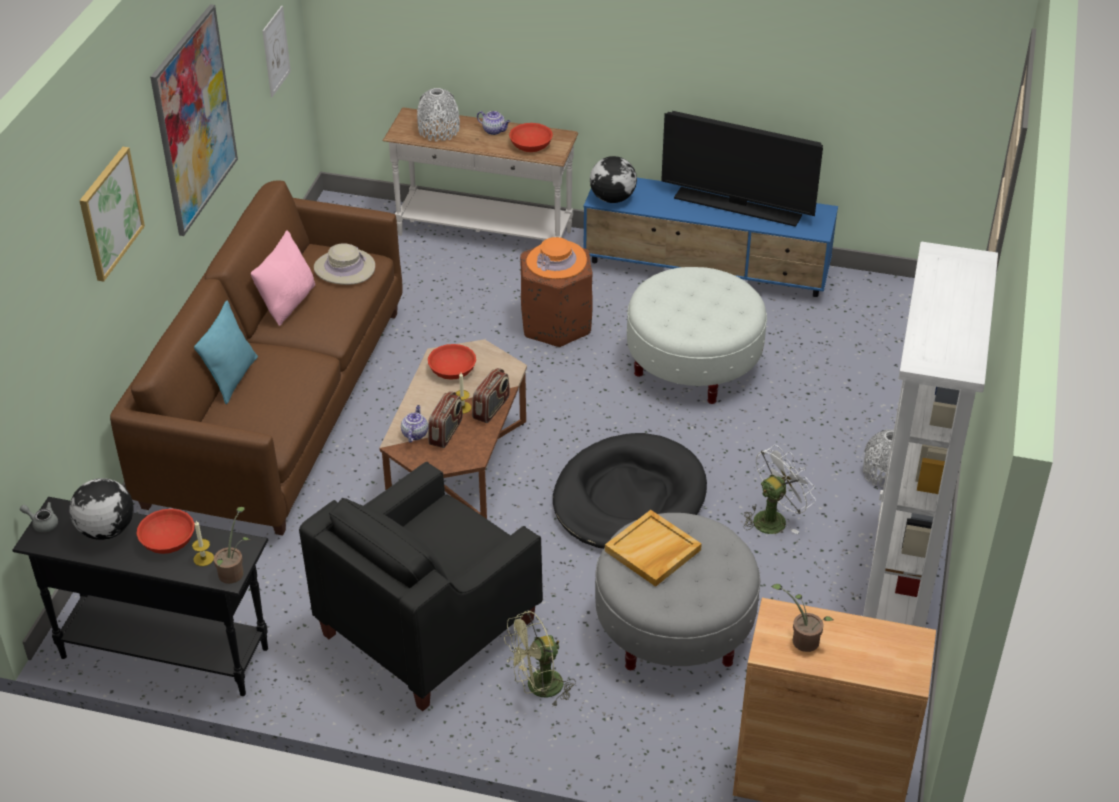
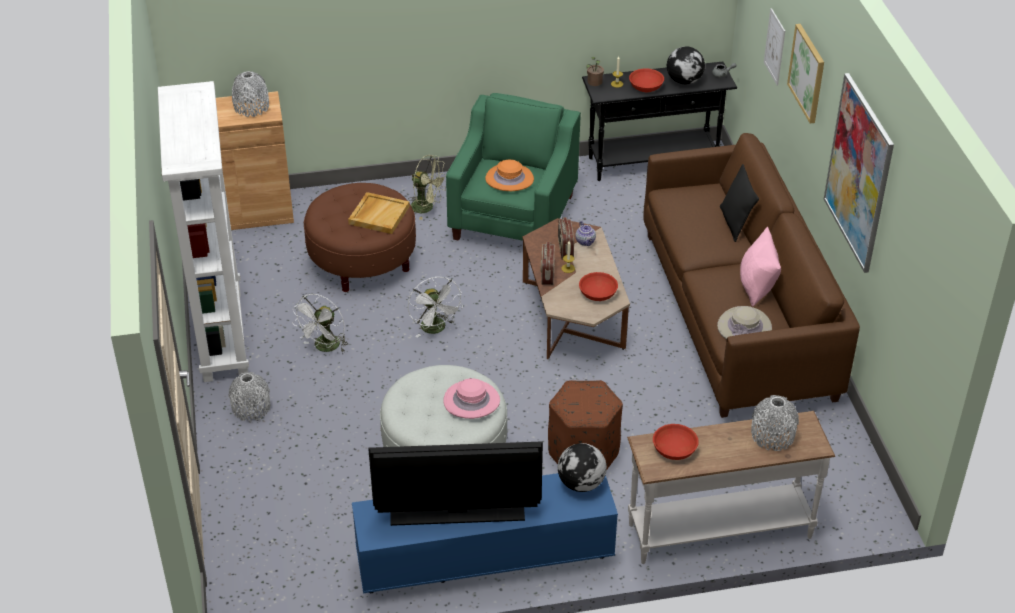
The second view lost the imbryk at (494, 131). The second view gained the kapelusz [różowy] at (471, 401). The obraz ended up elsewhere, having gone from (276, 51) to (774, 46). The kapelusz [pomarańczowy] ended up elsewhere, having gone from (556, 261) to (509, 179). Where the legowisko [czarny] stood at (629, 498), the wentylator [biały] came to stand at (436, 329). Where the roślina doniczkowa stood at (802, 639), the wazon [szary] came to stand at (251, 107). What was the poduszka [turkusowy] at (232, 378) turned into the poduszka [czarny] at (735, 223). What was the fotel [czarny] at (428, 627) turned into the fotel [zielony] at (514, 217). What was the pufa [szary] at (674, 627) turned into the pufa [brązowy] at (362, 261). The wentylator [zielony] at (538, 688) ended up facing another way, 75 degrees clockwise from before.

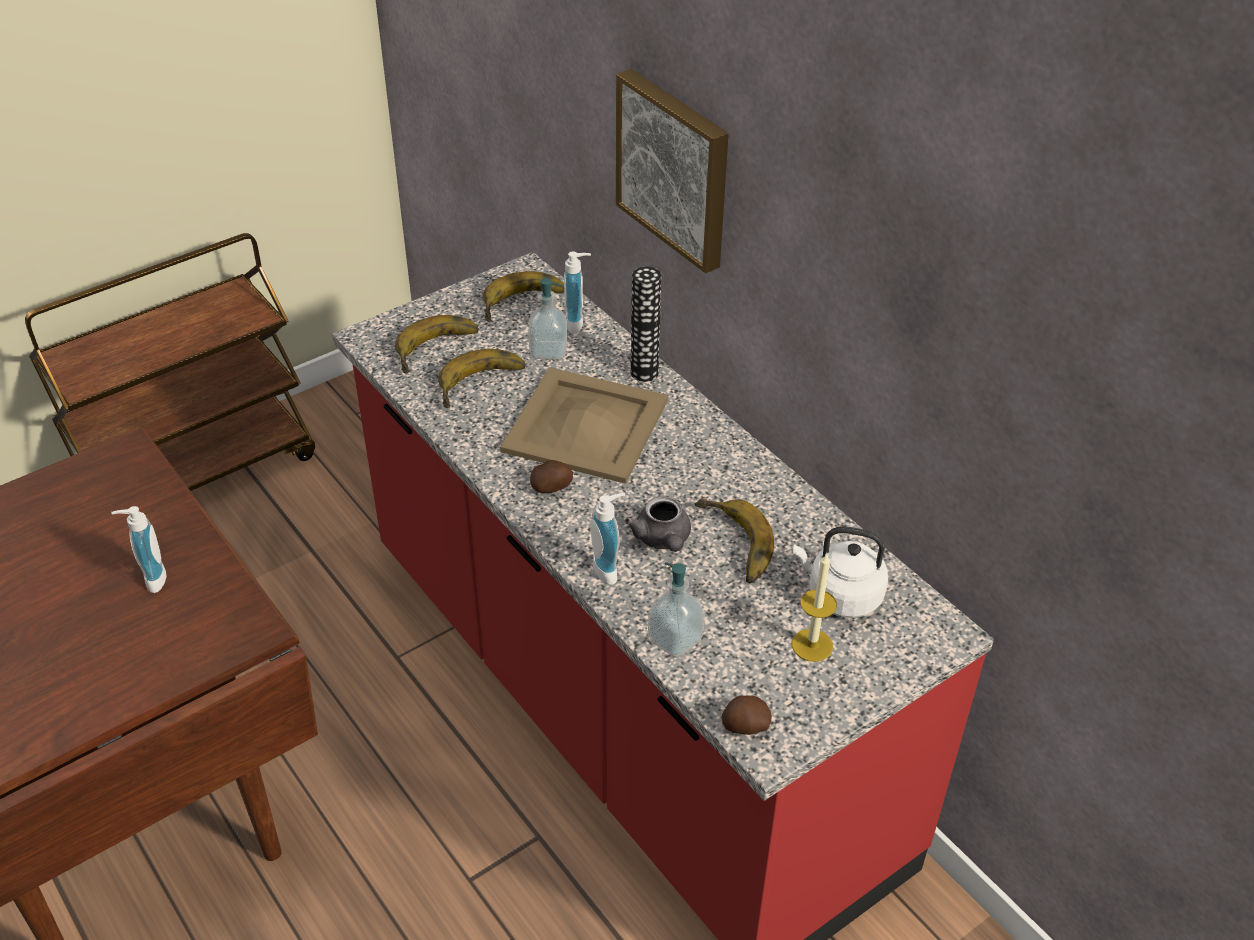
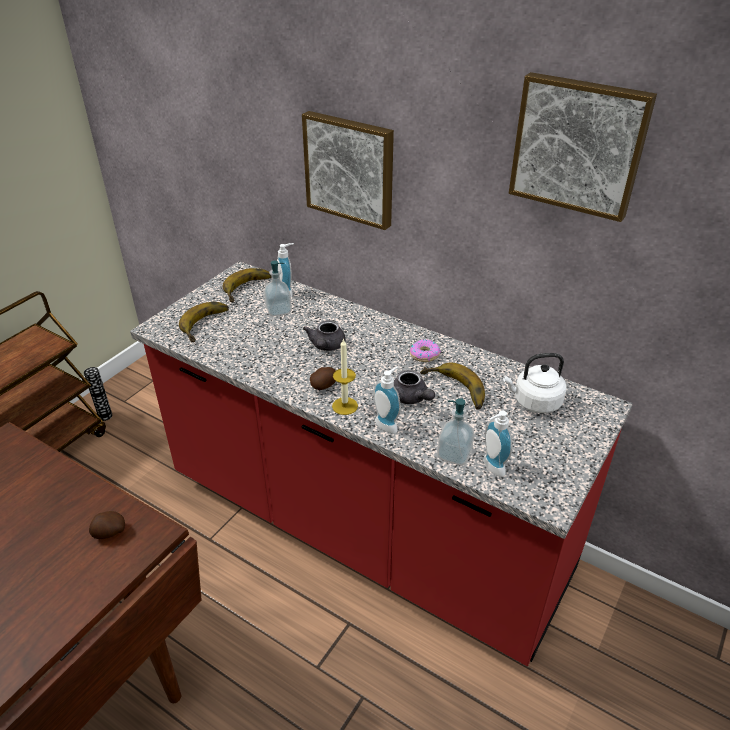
The second view lost the banan at (483, 385). The second view gained the donut at (424, 354). The second view gained the obraz at (578, 145). The dozownik mydła ended up elsewhere, having gone from (151, 579) to (491, 468). The wazon ended up elsewhere, having gone from (644, 372) to (105, 416). The ziemniak ended up elsewhere, having gone from (745, 726) to (109, 533). The świeca ended up elsewhere, having gone from (812, 645) to (345, 406). Where the taca [beżowy] stood at (586, 426), the imbryk [szary] came to stand at (326, 346).

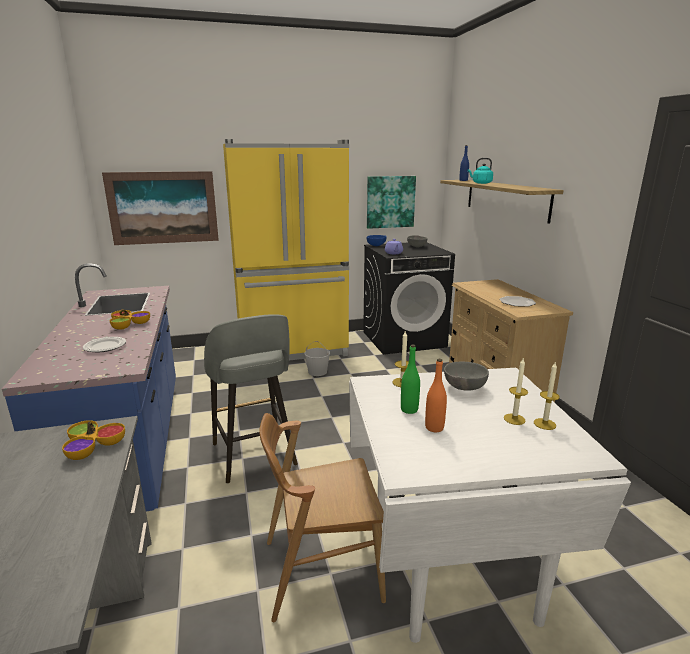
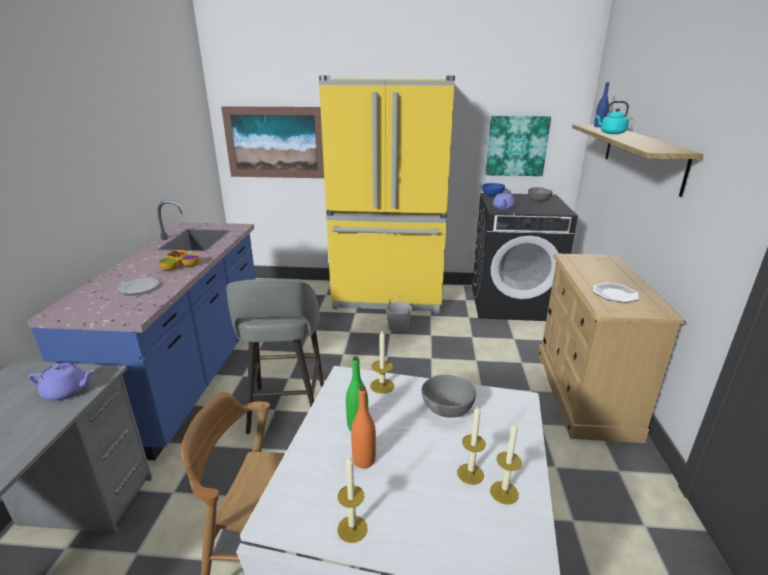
The second view gained the świeca at (352, 529). Where the miska stood at (93, 445), the imbryk [fioletowy] came to stand at (67, 391).

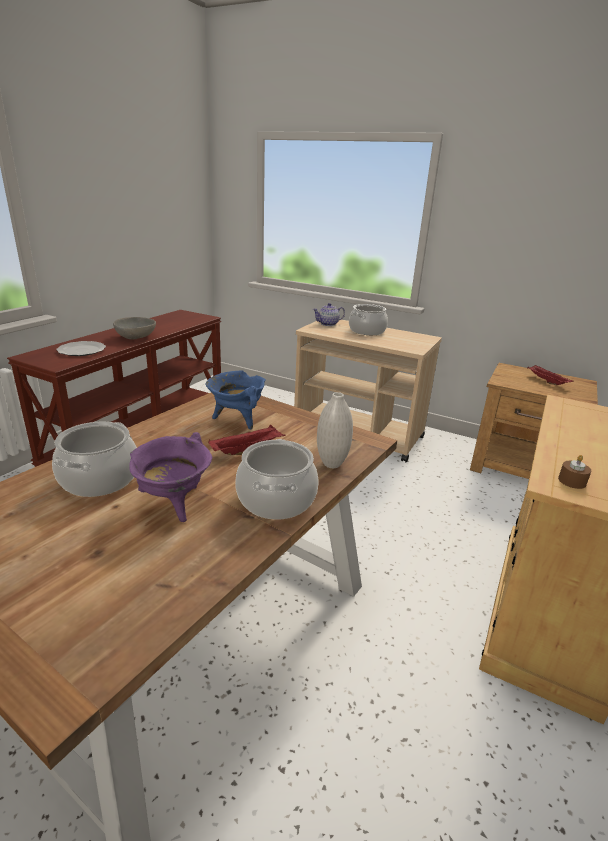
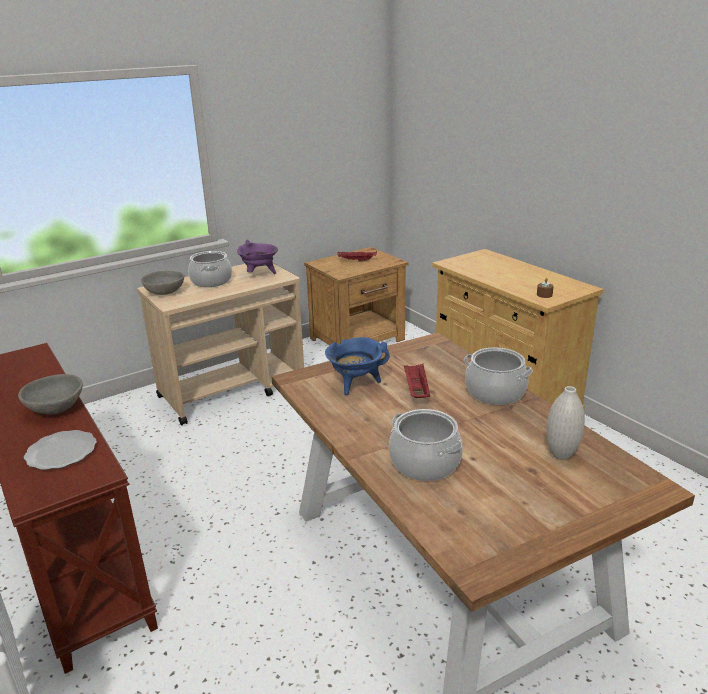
The garnek [fioletowy] ended up elsewhere, having gone from (174, 504) to (259, 274). The wazon [biały] ended up elsewhere, having gone from (332, 464) to (561, 455). Where the imbryk stood at (328, 324), the miska [szary] came to stand at (165, 292).

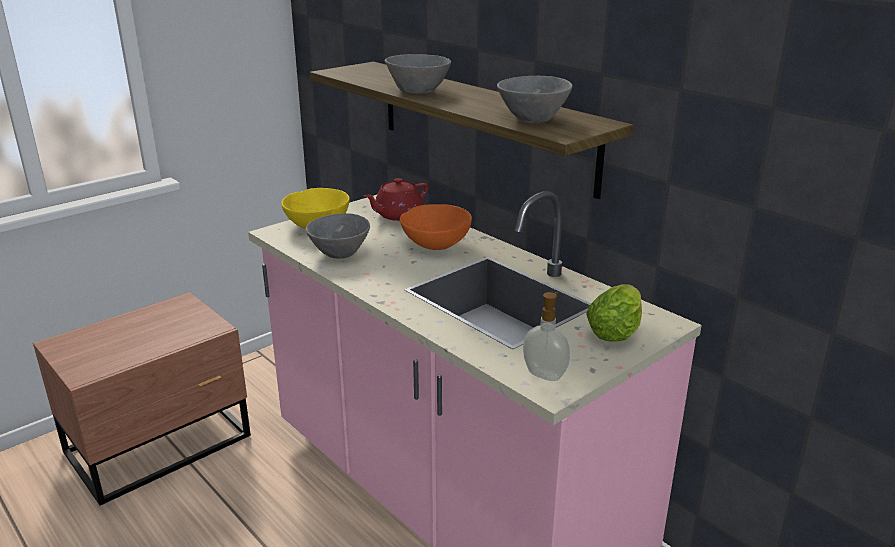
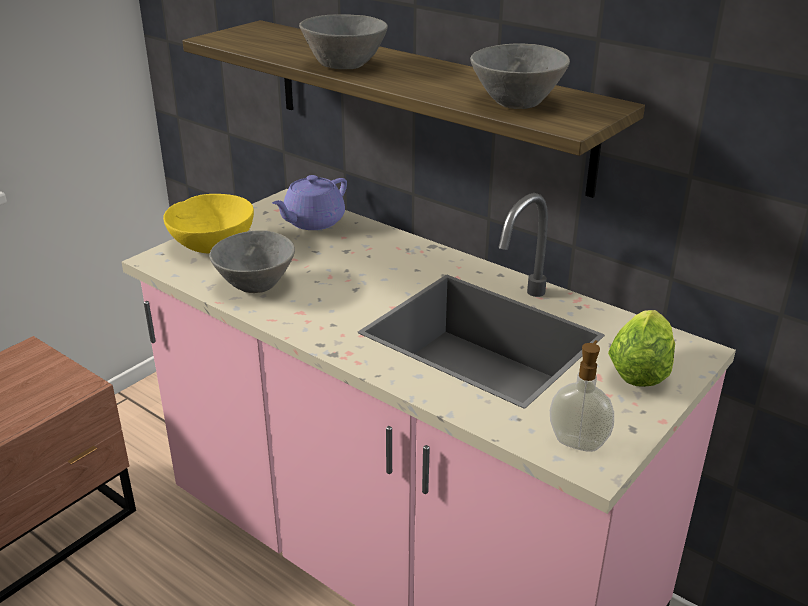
The second view lost the miska [pomarańczowy] at (435, 244). What was the imbryk [czerwony] at (397, 215) turned into the imbryk [fioletowy] at (312, 222).

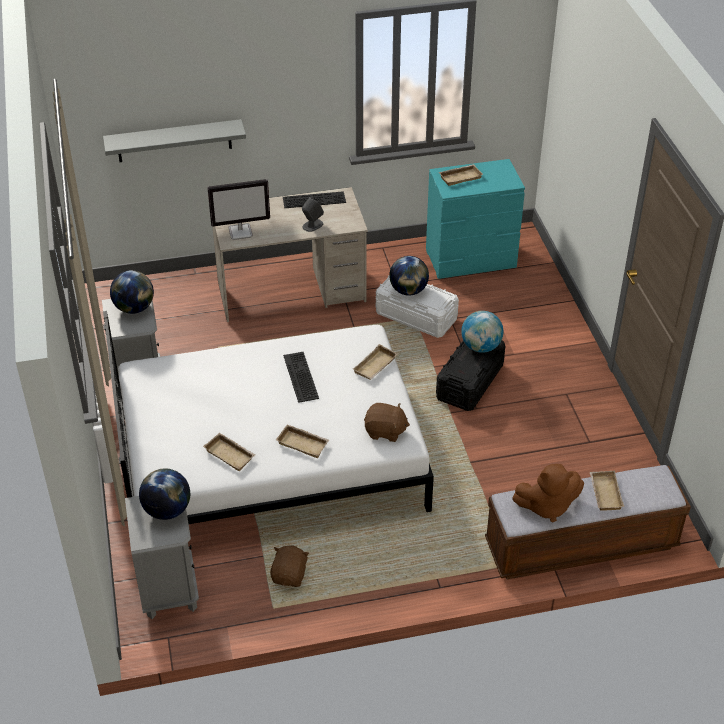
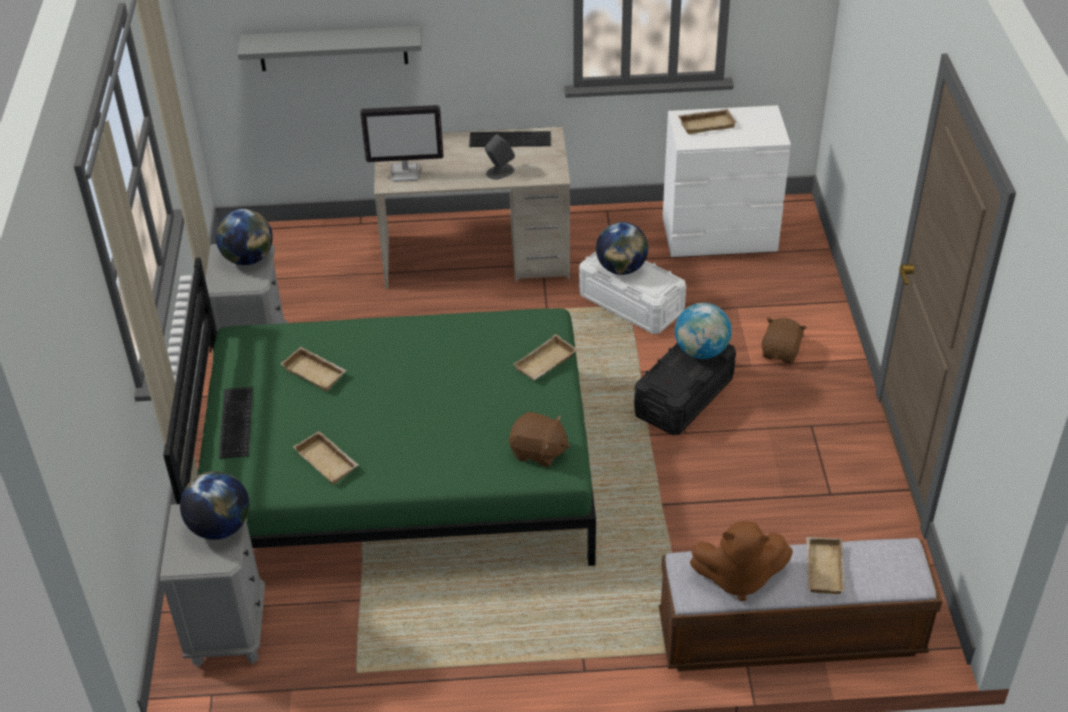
The pluszak [brązowy] ended up elsewhere, having gone from (289, 575) to (781, 352). The taca [beżowy] ended up elsewhere, having gone from (304, 443) to (316, 372). The klawiatura ended up elsewhere, having gone from (299, 376) to (234, 421). What was the łóżko [biały] at (270, 460) turned into the łóżko [zielony] at (398, 473). What was the komoda [turkusowy] at (471, 259) turned into the komoda [biały] at (720, 236).

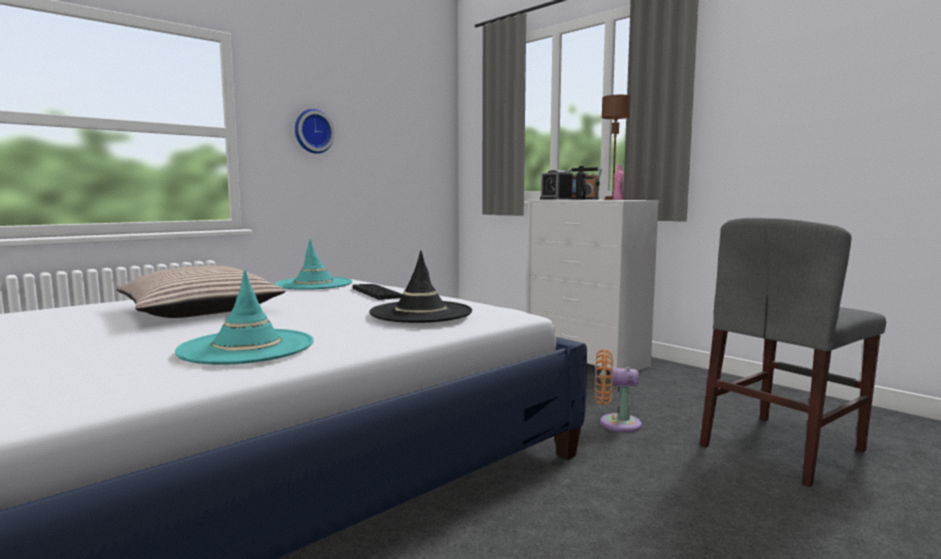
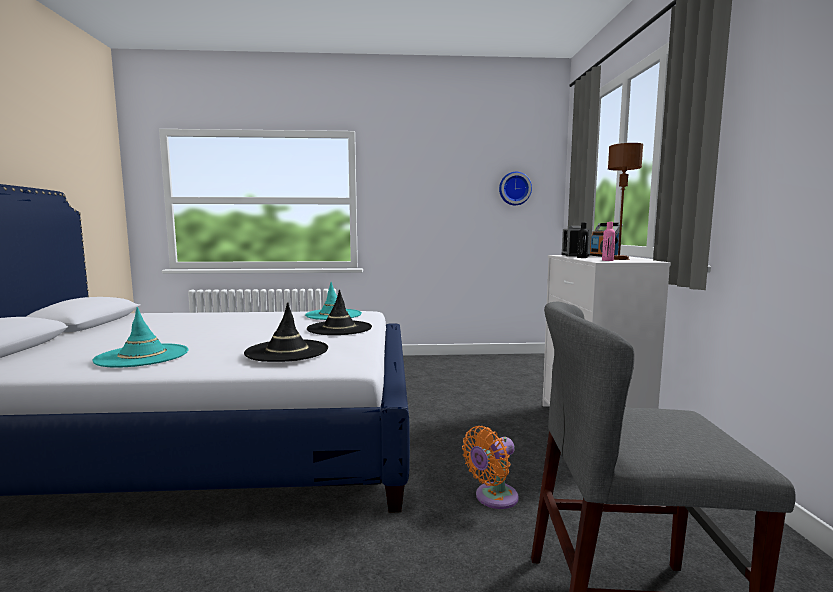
The second view lost the poduszka at (200, 310). The zegar ścienny ended up elsewhere, having gone from (313, 131) to (514, 188). Where the klawiatura stood at (378, 292), the kapelusz [czarny] came to stand at (339, 328). The wentylator [pomarańczowy] at (615, 423) ended up facing another way, 90 degrees counterclockwise from before.

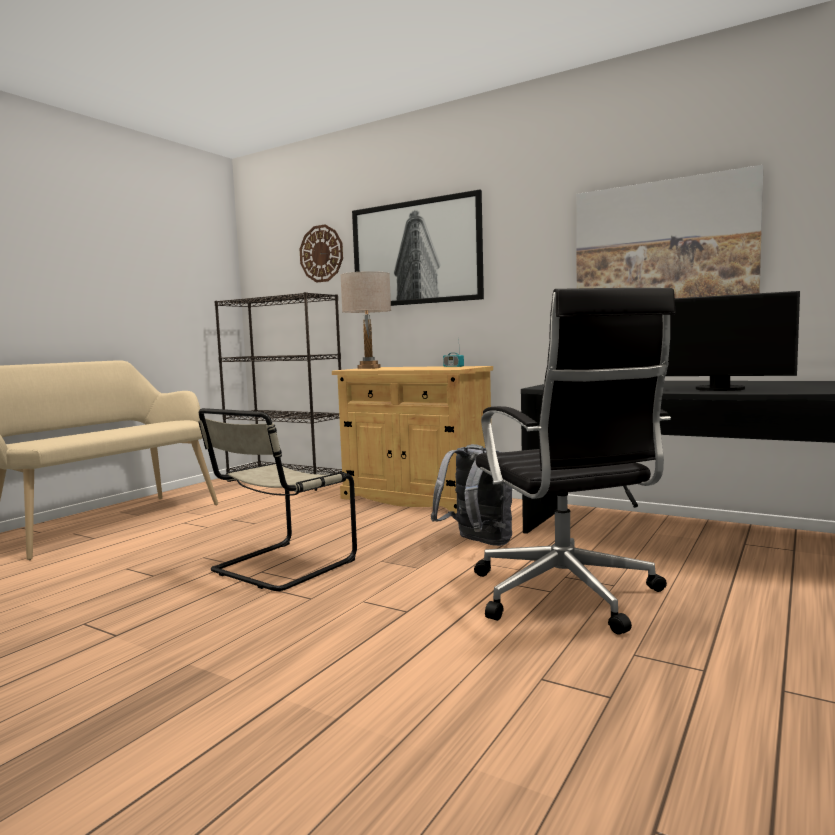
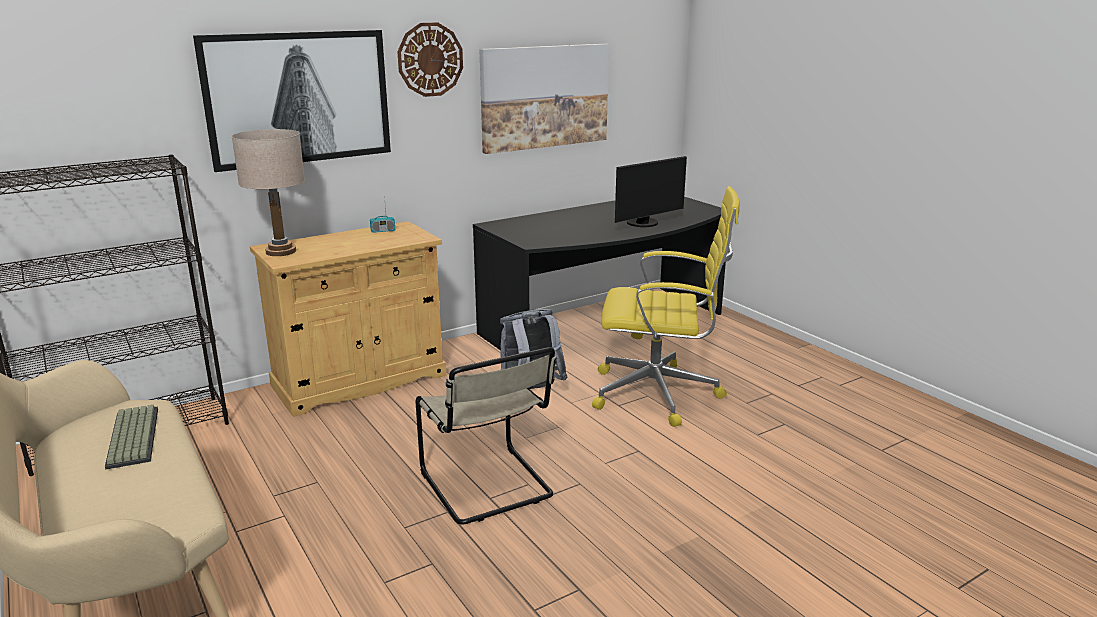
The second view gained the klawiatura at (131, 437). The zegar ścienny ended up elsewhere, having gone from (321, 253) to (430, 59). What was the krzesło biurowe [czarny] at (566, 596) turned into the krzesło biurowe [żółty] at (659, 393).

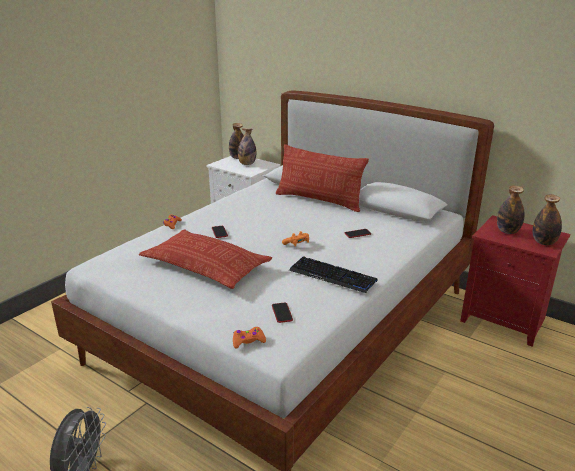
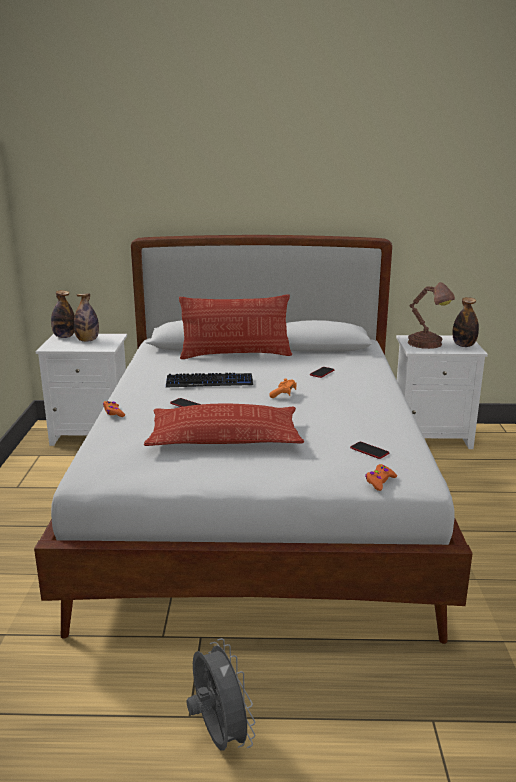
The klawiatura ended up elsewhere, having gone from (332, 276) to (209, 382). Where the butelka stood at (507, 231), the lampa stołowa [brązowy] came to stand at (427, 344). What was the szafka nocna [czerwony] at (505, 320) turned into the szafka nocna [biały] at (431, 436).

